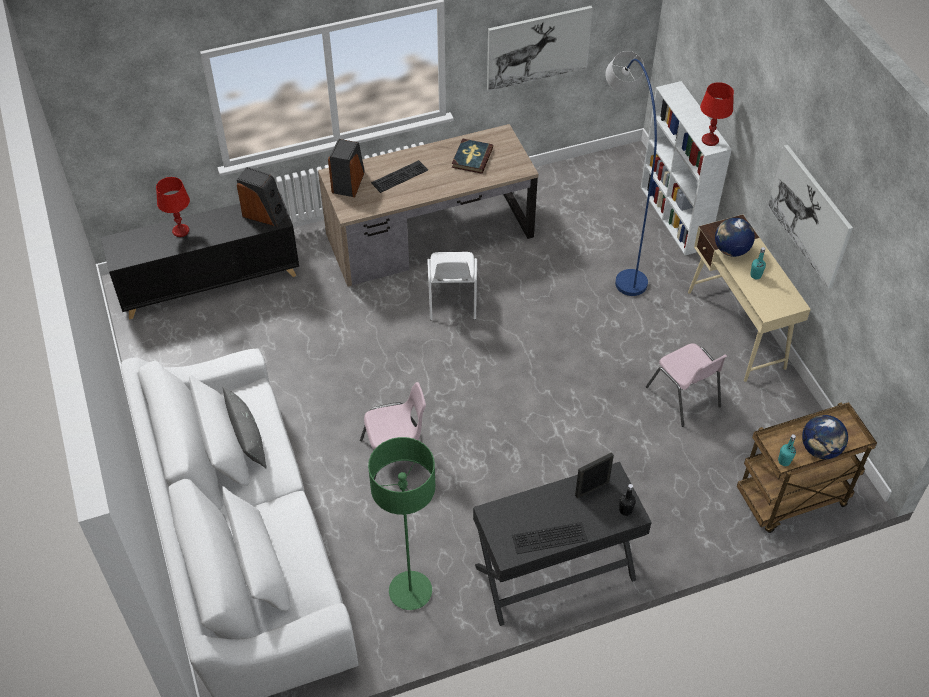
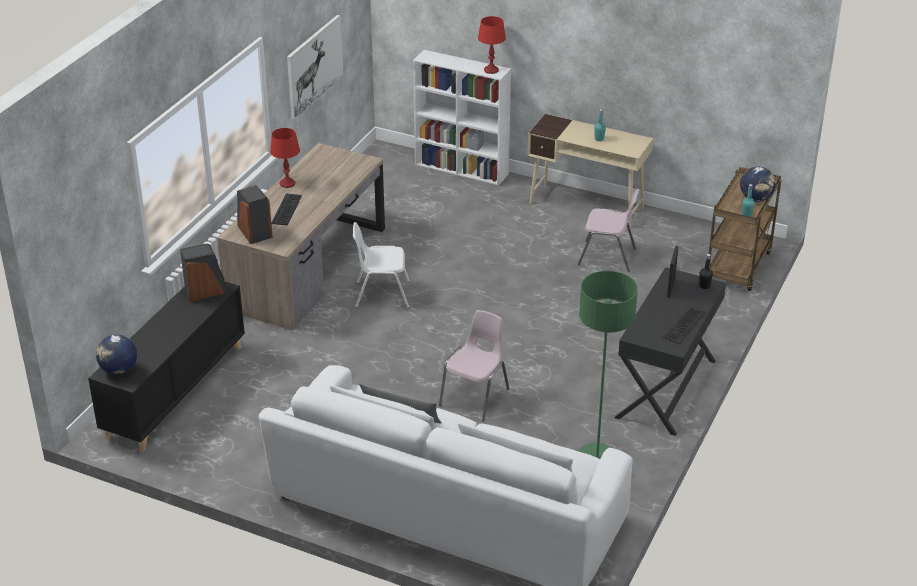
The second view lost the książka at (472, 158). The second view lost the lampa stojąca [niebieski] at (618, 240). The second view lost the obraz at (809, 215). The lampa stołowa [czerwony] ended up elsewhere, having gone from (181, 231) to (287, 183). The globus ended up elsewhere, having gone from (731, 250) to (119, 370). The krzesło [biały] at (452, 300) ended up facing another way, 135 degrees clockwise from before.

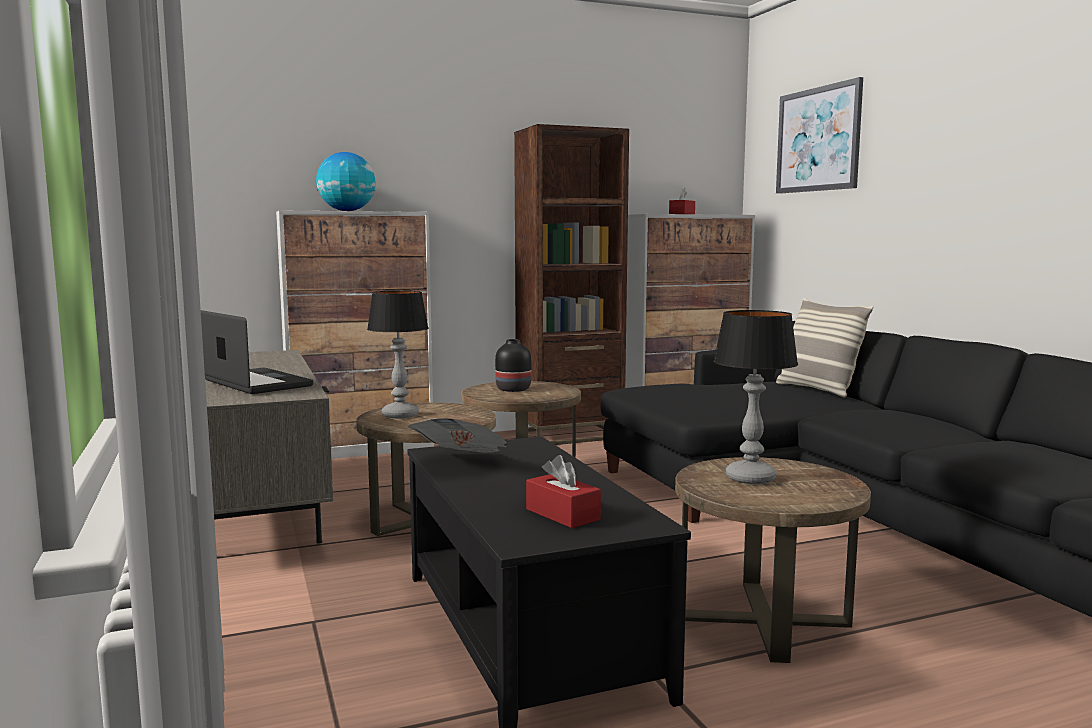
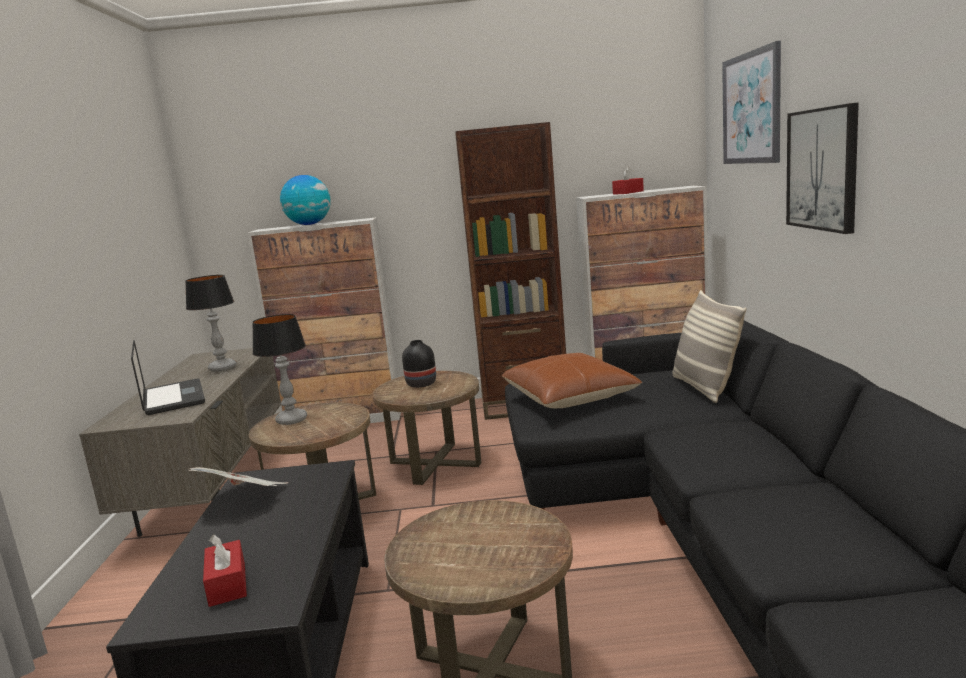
The second view gained the poduszka [brązowy] at (569, 396). The second view gained the obraz at (823, 169). The lampa stołowa ended up elsewhere, having gone from (749, 478) to (222, 368).

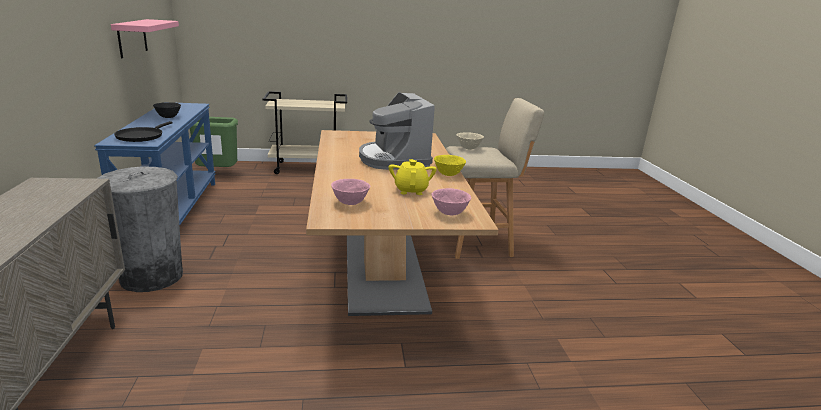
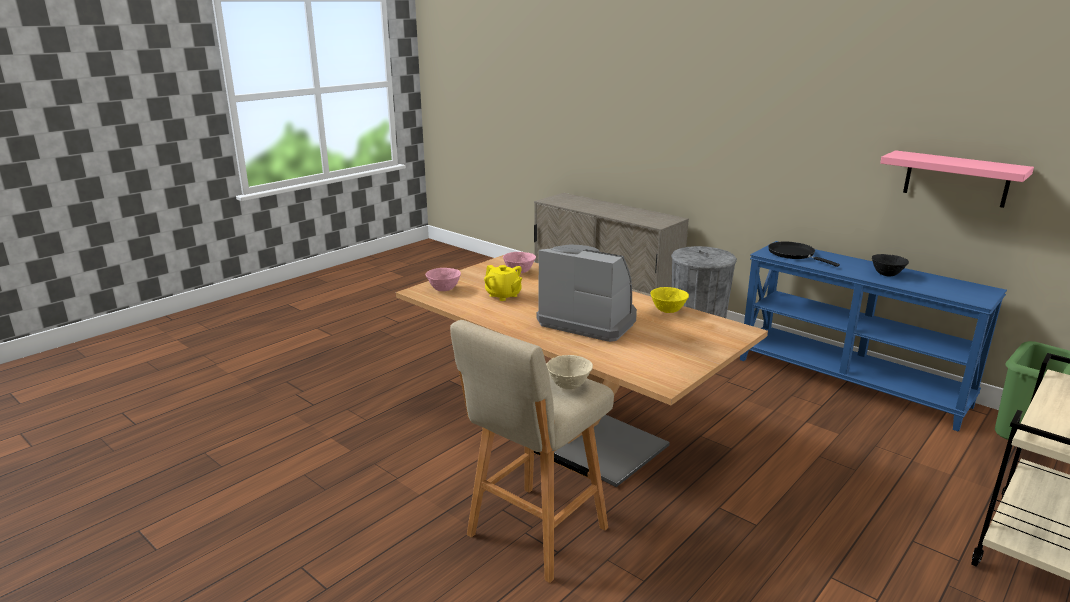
The miska [żółty] ended up elsewhere, having gone from (448, 174) to (668, 311).

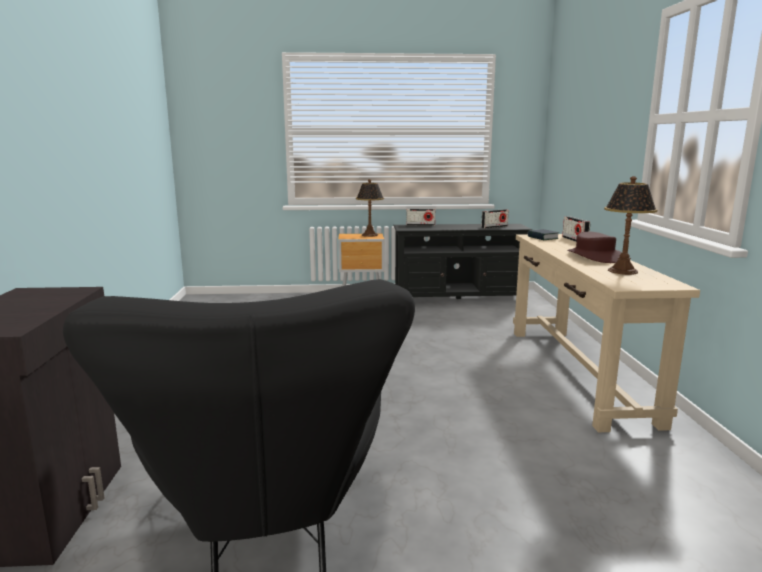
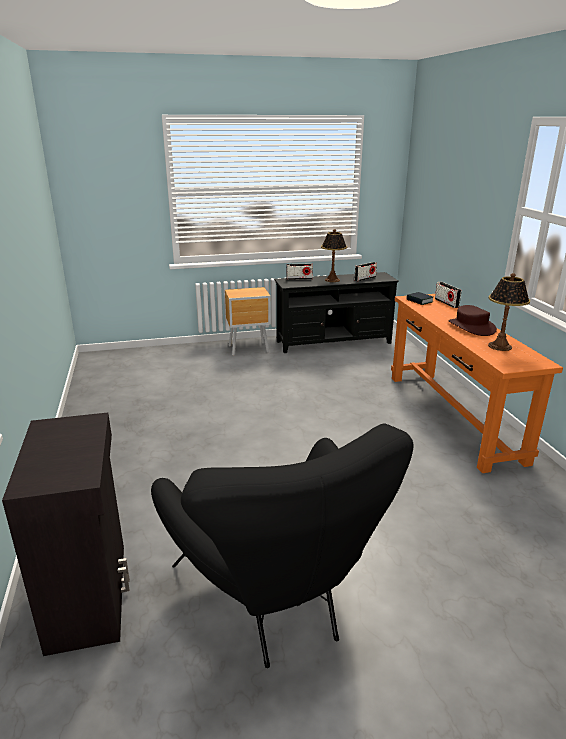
The lampa stołowa ended up elsewhere, having gone from (370, 235) to (332, 280). What was the stolik konsolowy [beżowy] at (576, 372) turned into the stolik konsolowy [pomarańczowy] at (451, 416).

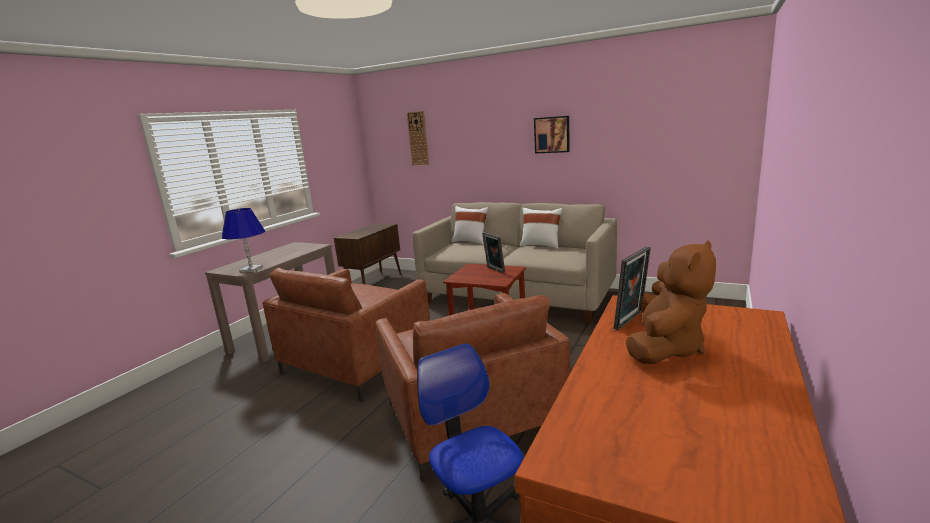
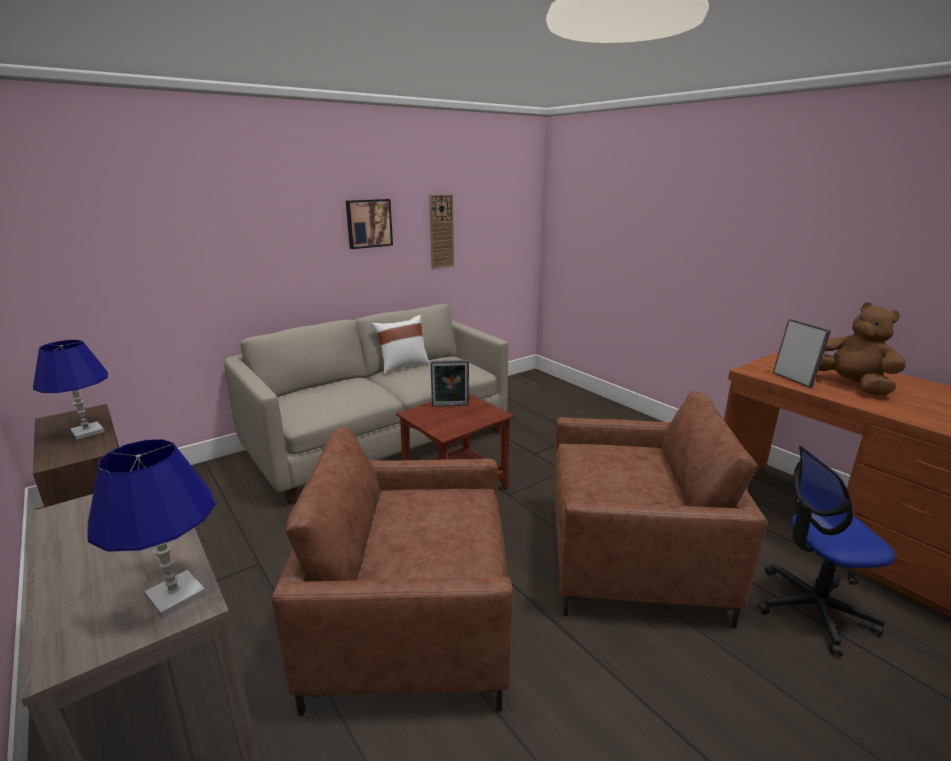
The second view lost the poduszka [biały] at (471, 242). The second view gained the lampa stołowa [niebieski] at (87, 431). The zegar ścienny ended up elsewhere, having gone from (418, 138) to (441, 231). The fotel [brązowy] at (356, 362) ended up facing another way, 120 degrees clockwise from before.

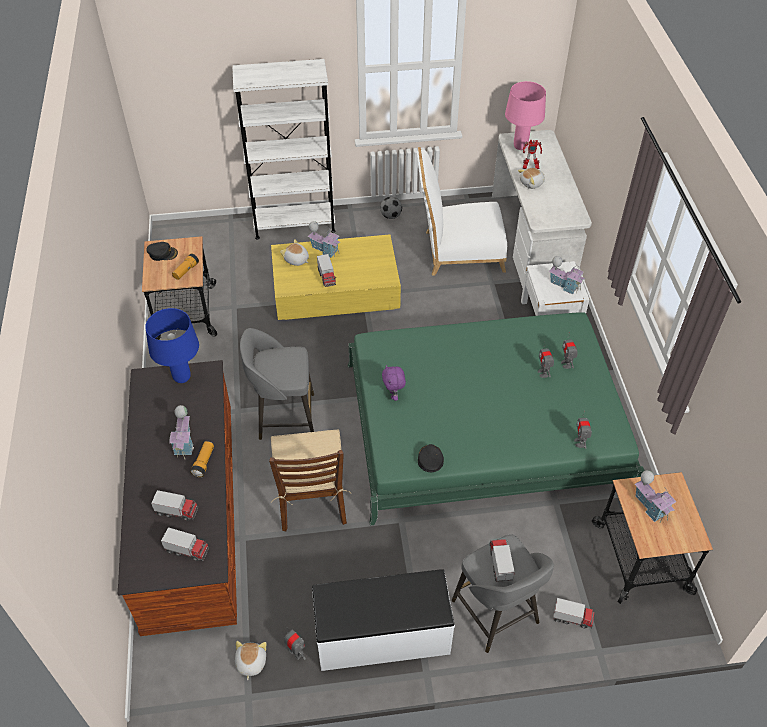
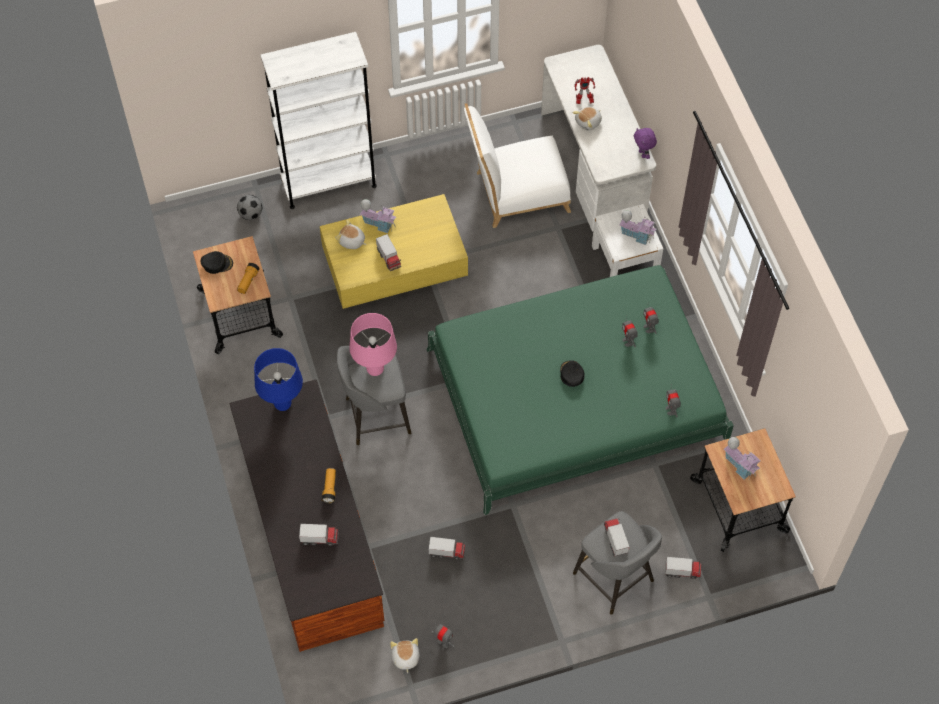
The second view lost the domek at (185, 443). The second view lost the krzesło [brązowy] at (312, 498). The second view lost the ławka [biały] at (382, 636). The ciężarówka zabawkowa ended up elsewhere, having gone from (187, 550) to (447, 552). The piłka futbolowa ended up elsewhere, having gone from (391, 216) to (251, 214). The pluszak [fioletowy] ended up elsewhere, having gone from (393, 395) to (643, 154). The czapka z daszkiem [czarny] ended up elsewhere, having gone from (430, 459) to (571, 374). The lampa stołowa [różowy] ended up elsewhere, having gone from (520, 146) to (375, 369).

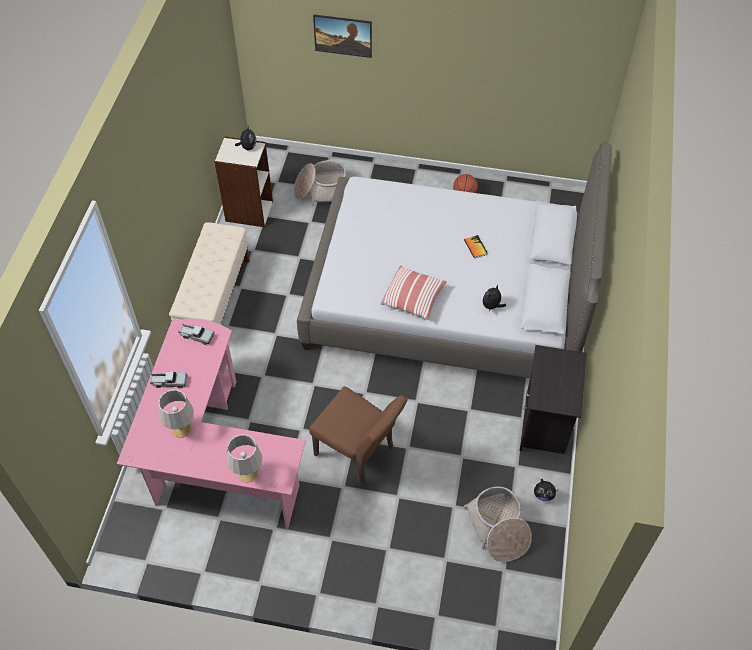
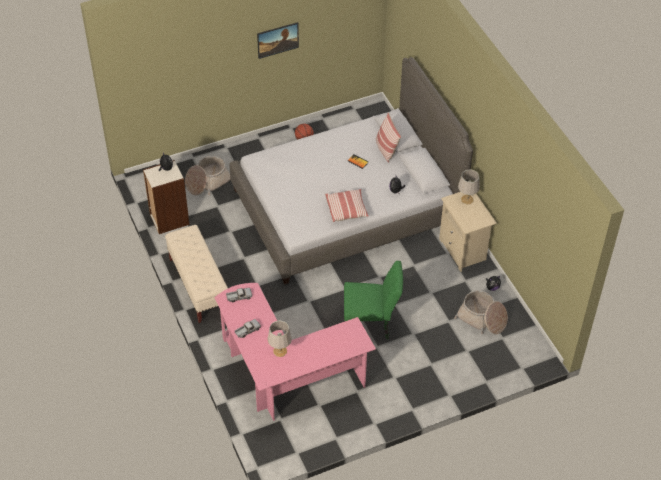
The second view gained the poduszka at (386, 149). The lampa stołowa [szary] ended up elsewhere, having gone from (248, 473) to (467, 199). The obraz ended up elsewhere, having gone from (343, 44) to (278, 46). What was the krzesło [brązowy] at (359, 454) turned into the krzesło [zielony] at (371, 324). What was the szafka nocna [czarny] at (545, 426) turned into the szafka nocna [beżowy] at (464, 250).

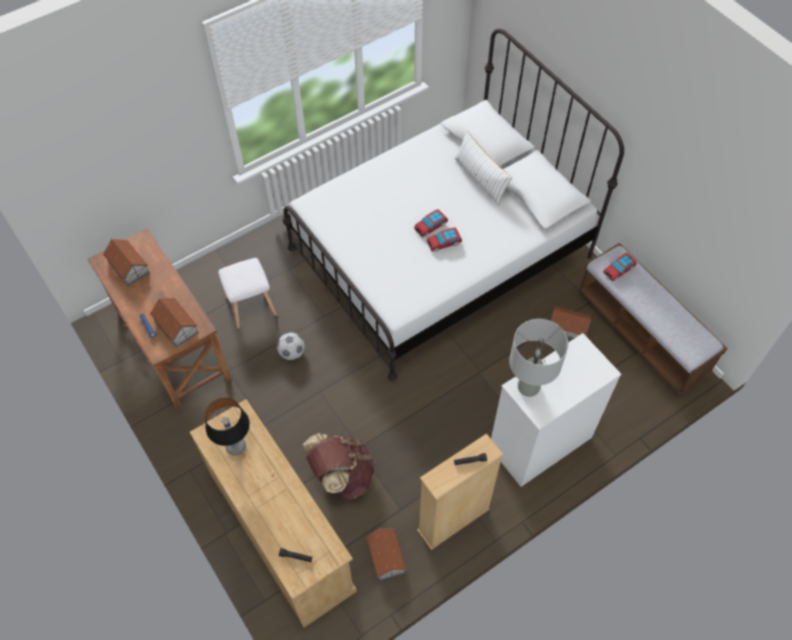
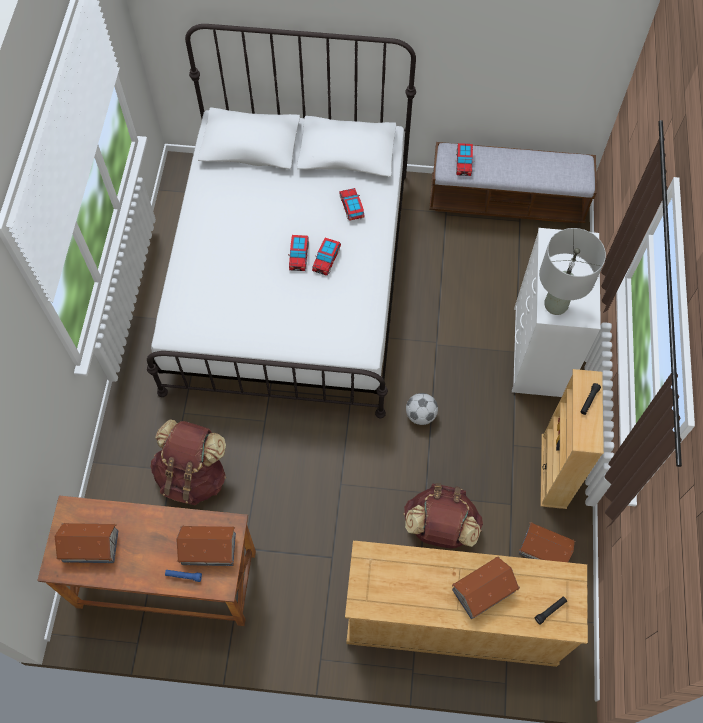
The second view lost the lampa stołowa at (236, 447). The second view lost the poduszka [biały] at (480, 179). The second view gained the samochodzik at (351, 207). The piłka futbolowa ended up elsewhere, having gone from (292, 353) to (420, 415). The domek ended up elsewhere, having gone from (567, 327) to (482, 590). Where the stołek [biały] stood at (251, 306), the plecak [brązowy] came to stand at (193, 476).

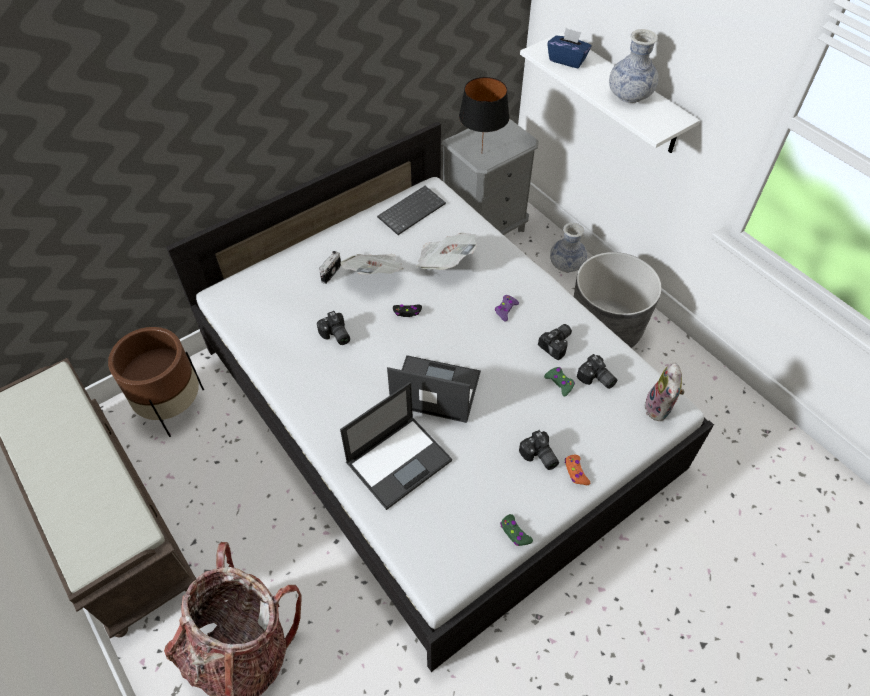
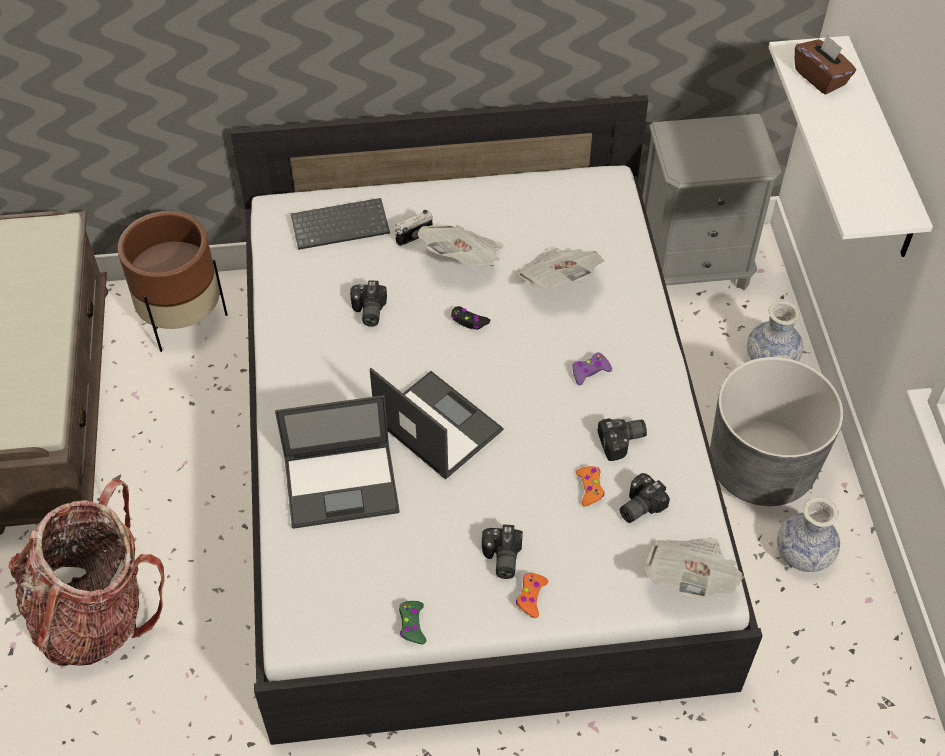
The second view lost the lampa stołowa [czarny] at (481, 153). The klawiatura ended up elsewhere, having gone from (411, 210) to (341, 224). The wazon ended up elsewhere, having gone from (629, 95) to (803, 553). Where the pluszak stood at (660, 409), the gazeta came to stand at (691, 578). What was the pad do gier [zielony] at (559, 383) turned into the pad do gier [pomarańczowy] at (590, 488). What was the pudełko chusteczek [niebieski] at (567, 60) turned into the pudełko chusteczek [brązowy] at (820, 78). The aparat fotograficzny at (596, 379) ended up facing another way, 60 degrees clockwise from before.

